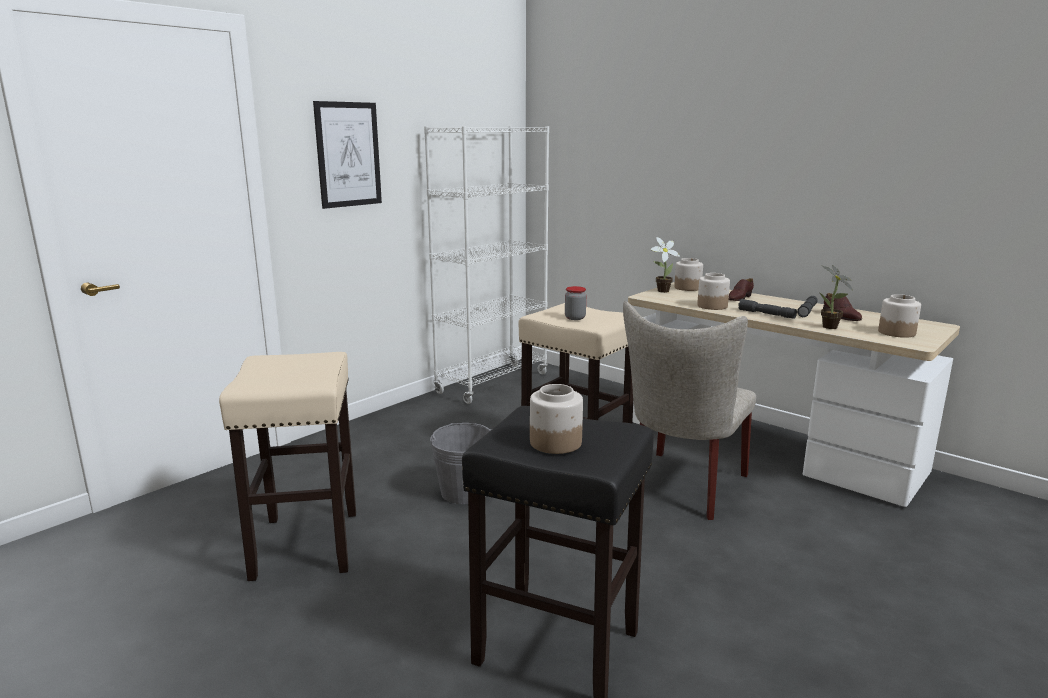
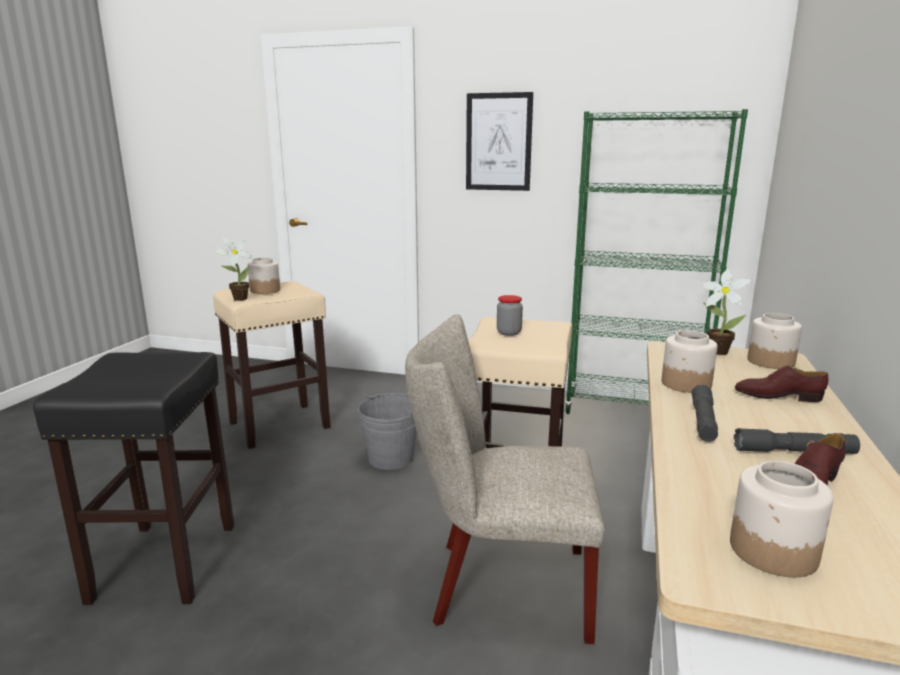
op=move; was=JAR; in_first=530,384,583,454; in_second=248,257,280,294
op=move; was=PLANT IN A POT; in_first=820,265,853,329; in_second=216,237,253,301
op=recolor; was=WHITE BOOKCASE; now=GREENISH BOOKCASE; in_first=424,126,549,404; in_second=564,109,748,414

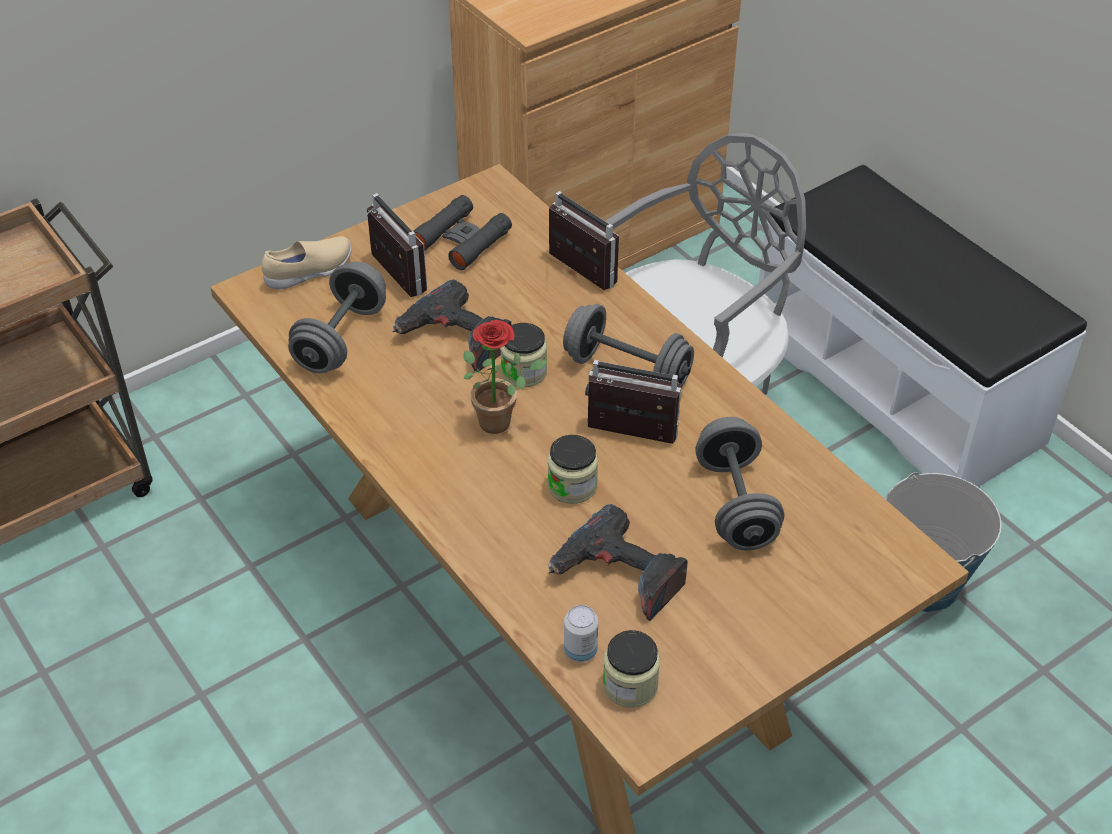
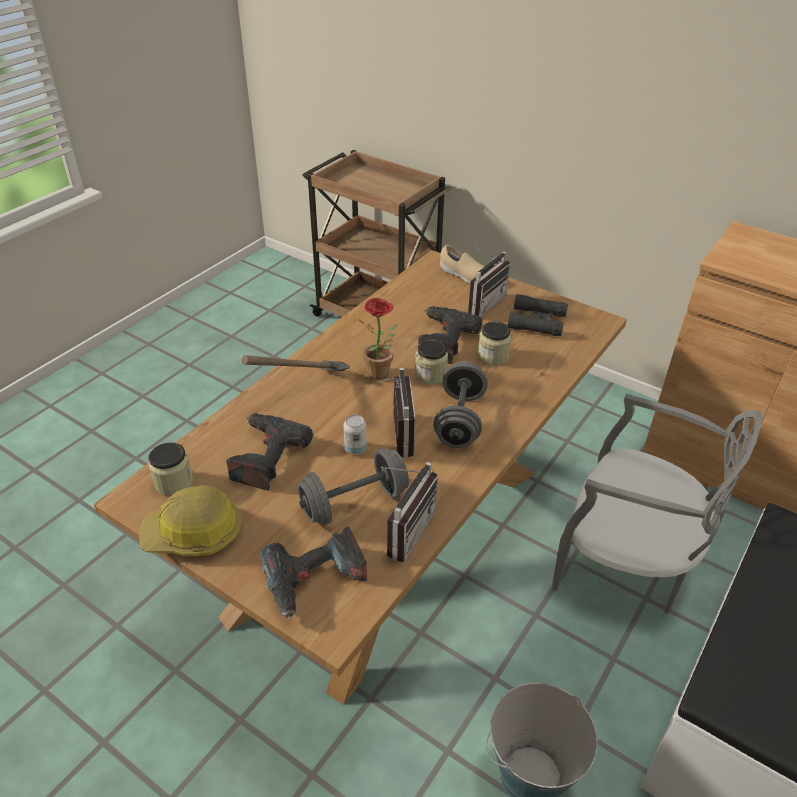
op=delete; was=GREYISH HAND WEIGHT; in_first=288,261,386,373
op=insert; now=WORK HELMET; in_second=139,485,242,556
op=insert; now=TOOL HAMMER; in_second=242,355,350,371
op=insert; now=ELECTRIC DRILL; in_second=260,526,367,619
op=move; was=JAR; in_first=548,435,598,504; in_second=478,321,511,365
op=move; was=RADIO; in_first=549,191,619,290; in_second=381,462,438,562
op=move; was=SEALED CAN; in_first=564,605,598,662; in_second=344,414,367,454

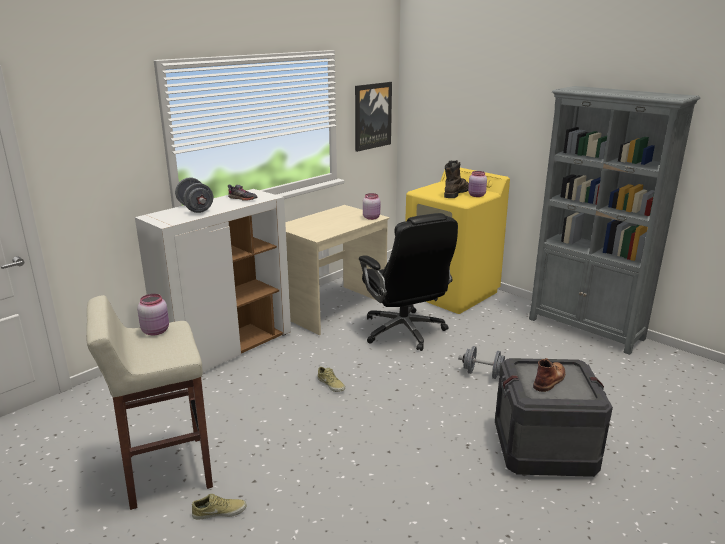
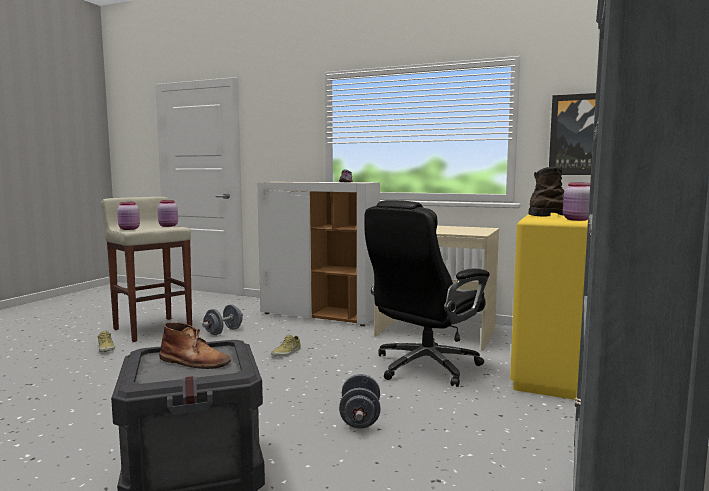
op=move; was=GREYISH HAND WEIGHT; in_first=175,177,213,213; in_second=202,304,243,335
op=move; was=PINKISH JAR; in_first=363,193,380,220; in_second=117,202,140,230

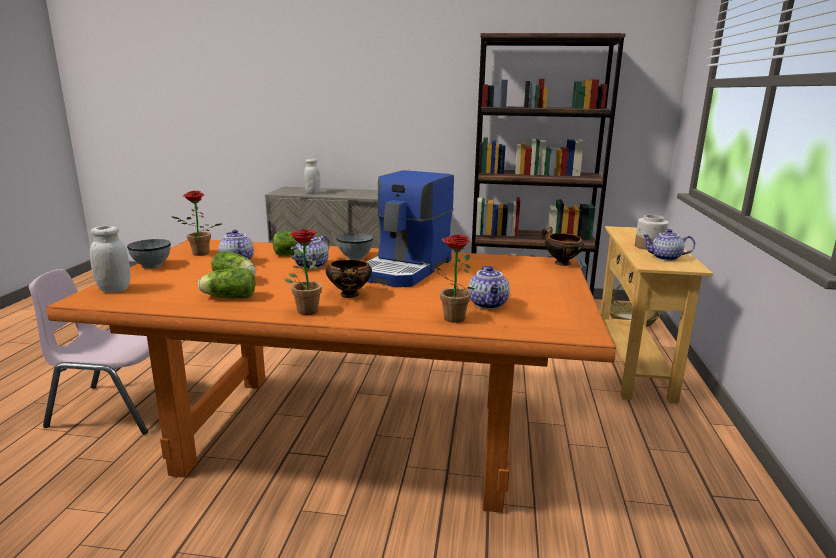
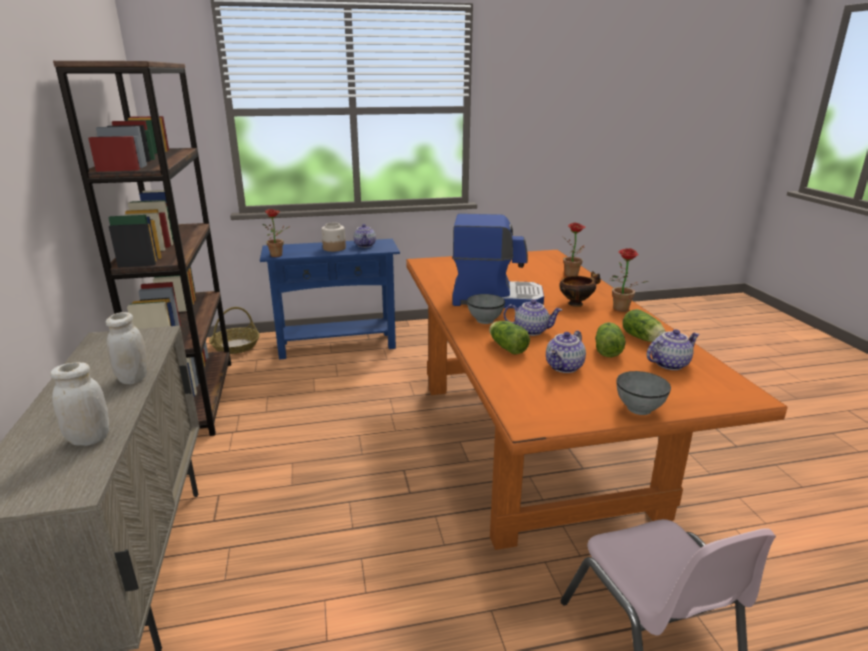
op=delete; was=DEEP DISH; in_first=542,227,584,266
op=move; was=WHITE JAR; in_first=90,226,130,293; in_second=106,312,148,384
op=move; was=PLANT IN A POT; in_first=171,190,221,256; in_second=262,209,290,257
op=move; was=TEA POT; in_first=468,266,510,309; in_second=647,329,700,370
op=recolor; was=BEIGE NARROW TABLE; now=BLUISH NARROW TABLE; in_first=600,226,713,404; in_second=260,239,400,360

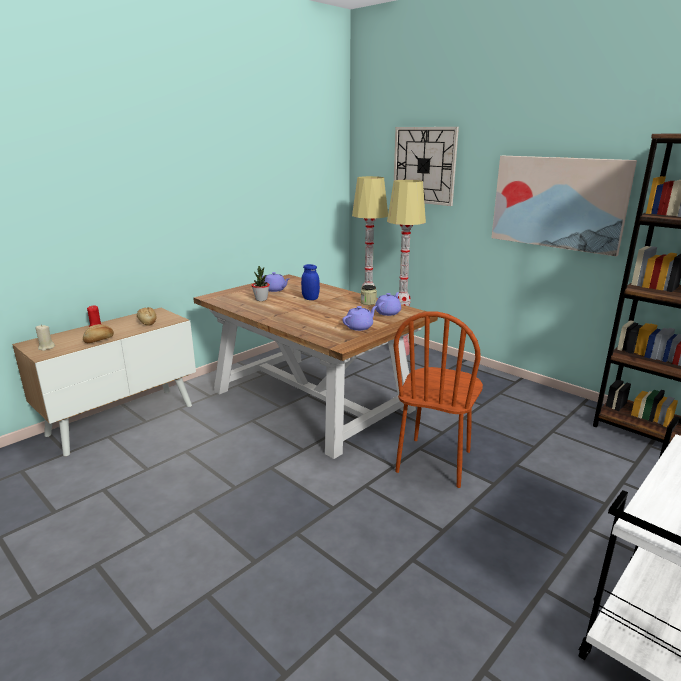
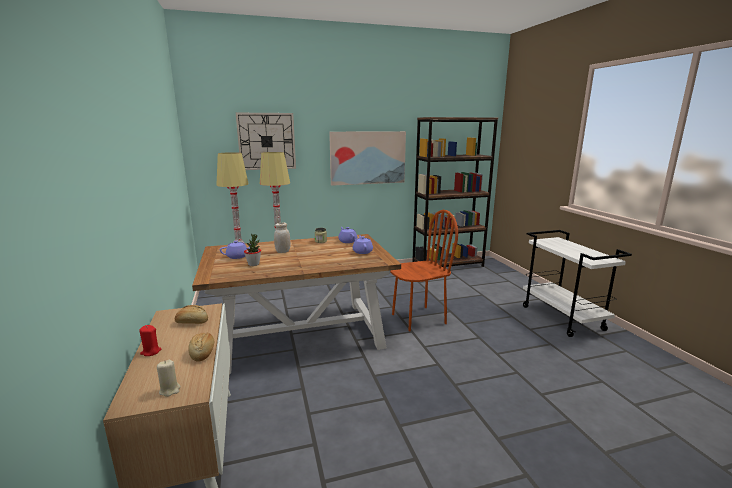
op=recolor; was=BLUISH JAR; now=WHITE JAR; in_first=301,264,320,300; in_second=274,223,290,253
op=rotate; was=BROWN-COLOURED PLAIN CHAIR; in_first=393,311,483,488; in_second=390,210,458,331; clockwise=-75

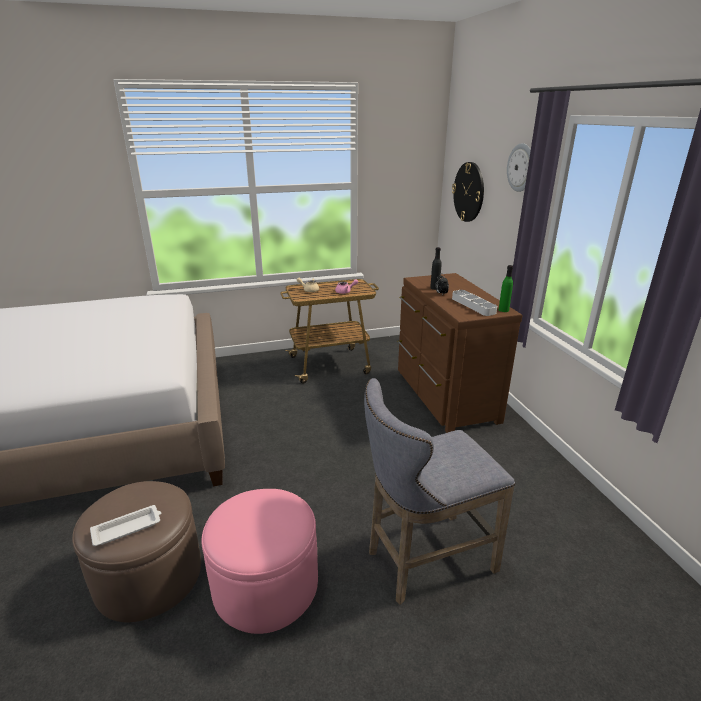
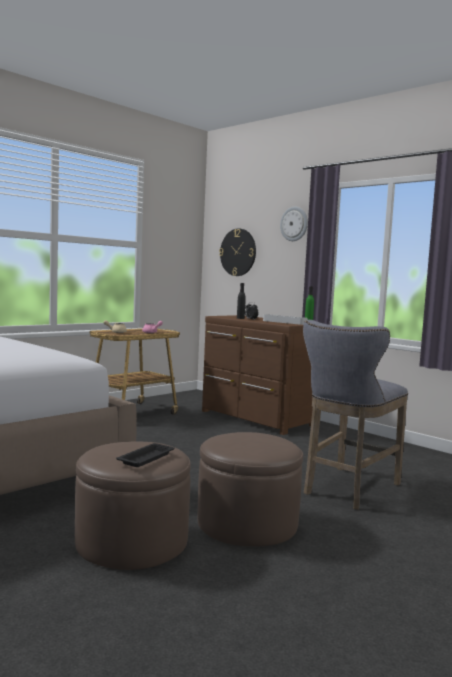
op=recolor; was=WHITE SERVING TRAY; now=BLACKISH SERVING TRAY; in_first=90,505,161,546; in_second=116,443,174,467
op=recolor; was=PINKISH FOOTREST; now=BROWN-COLOURED FOOTREST; in_first=201,489,318,634; in_second=197,432,303,546

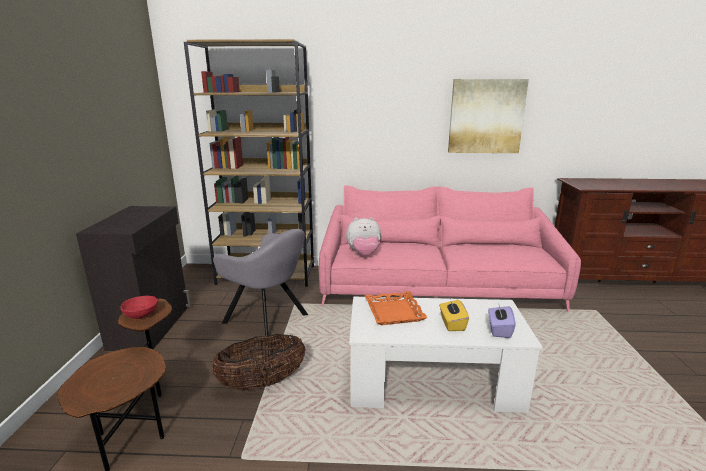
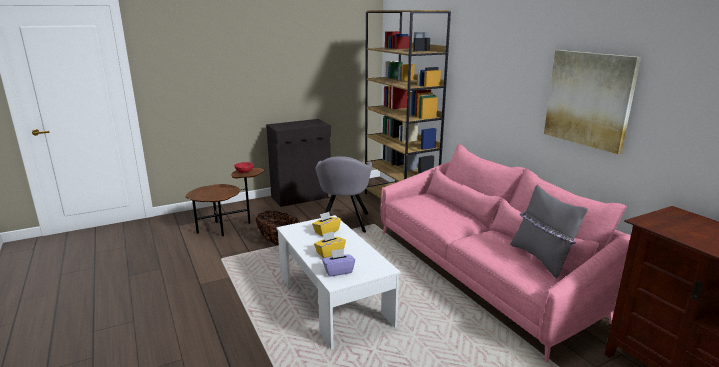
op=delete; was=CUDDLY TOY; in_first=346,217,381,256
op=insert; now=GREYISH PILLOW; in_second=510,184,588,278
op=replace; was=ORANGE SERVING TRAY; now=YELLOW BOX OF TISSUES; in_first=365,291,428,325; in_second=312,212,341,236

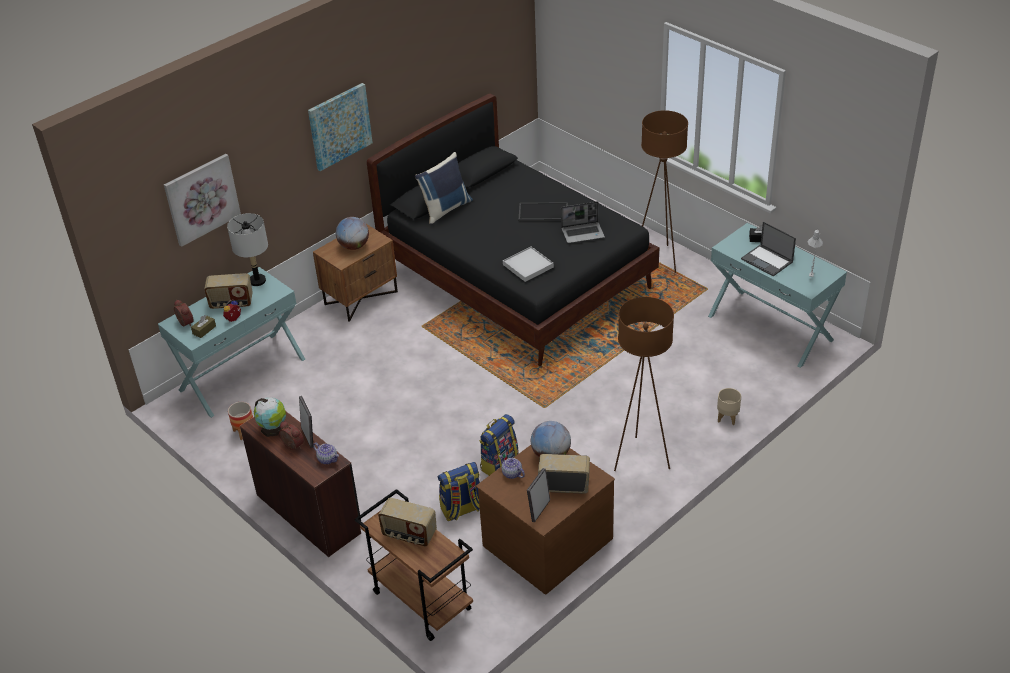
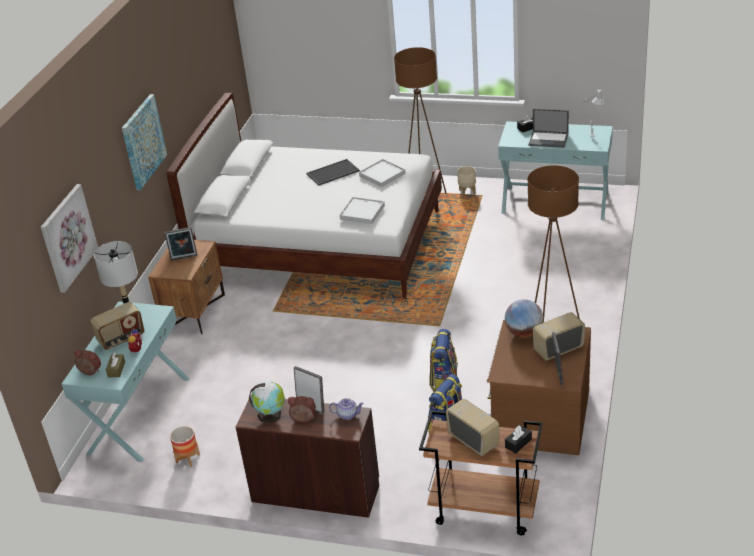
op=delete; was=BLUISH PILLOW; in_first=415,152,473,225
op=delete; was=TEA POT; in_first=499,455,525,479
op=insert; now=BLACKISH BOX OF TISSUES; in_second=505,425,532,453
op=move; was=BEIGE PLANTER; in_first=717,388,741,425; in_second=457,166,476,196
op=replace; was=WORLD GLOBE; now=PHOTO FRAME; in_first=336,217,369,250; in_second=165,227,197,261
op=replace; was=NOTEBOOK COMPUTER; now=WHITE SERVING TRAY; in_first=561,201,605,243; in_second=359,159,406,187
op=recolor; was=BLACKISH BEDROOM BED; now=WHITE BEDROOM BED; in_first=367,94,660,366; in_second=166,93,442,299
op=rotate; was=RADIO; in_first=378,498,437,546; in_second=446,399,499,456; clockwise=-120

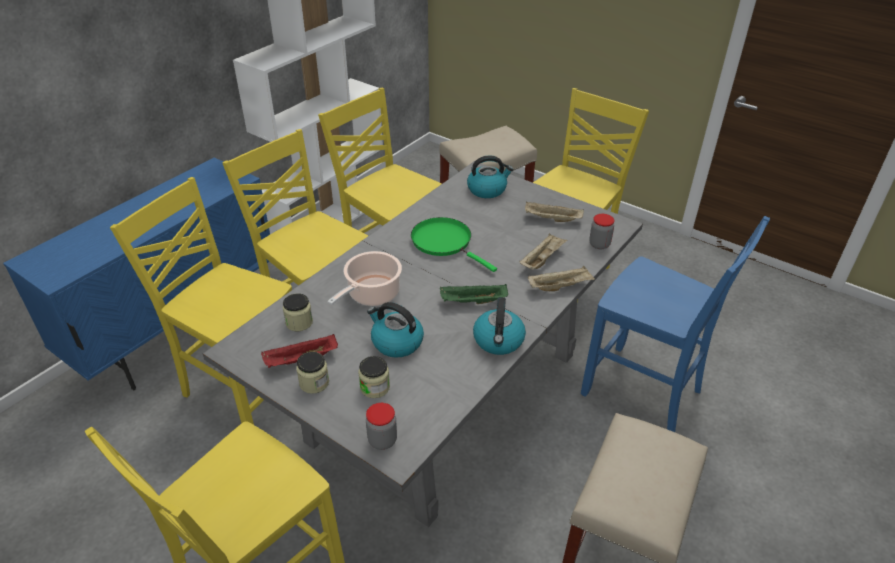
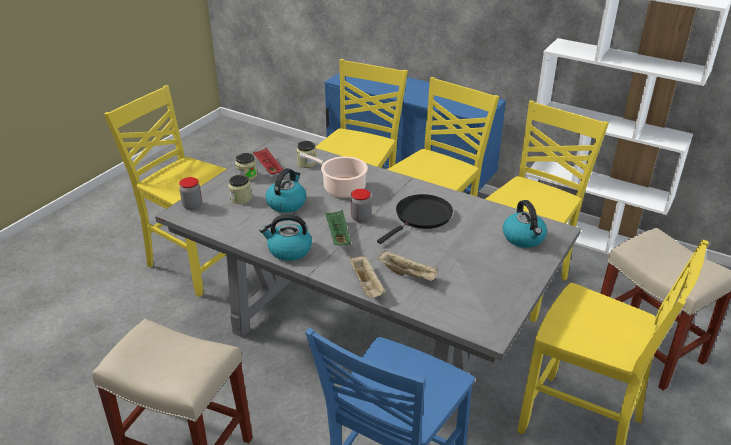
op=delete; was=BEIGE SERVING TRAY; in_first=525,202,584,222
op=move; was=JAR; in_first=589,214,615,249; in_second=351,189,371,222
op=recolor; was=GREENISH PAN; now=BLACKISH PAN; in_first=411,217,497,272; in_second=377,194,453,244

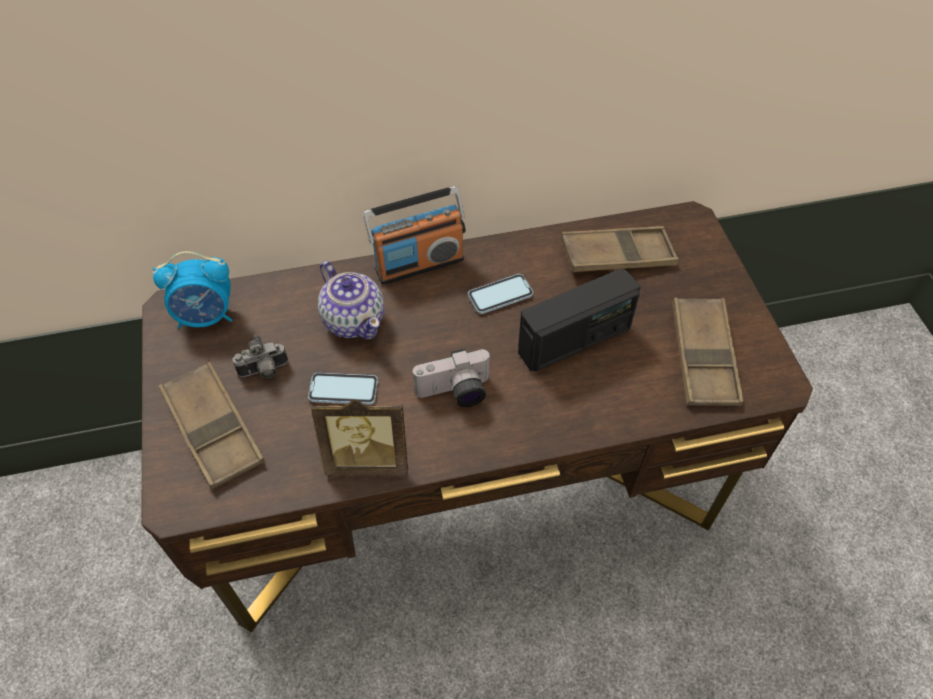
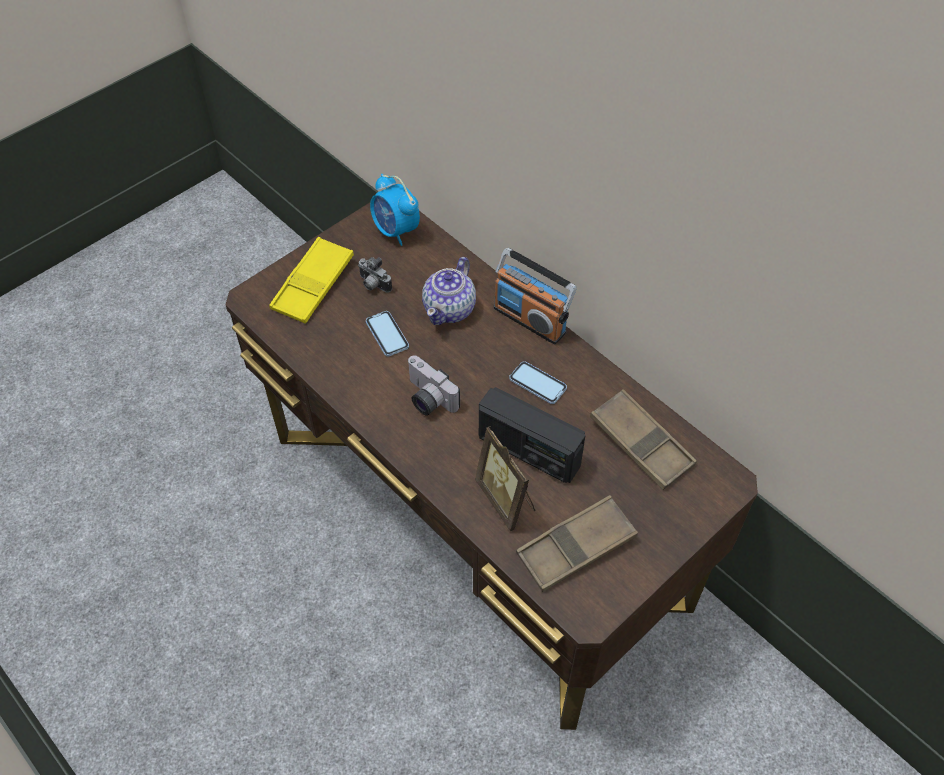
op=move; was=PHOTO FRAME; in_first=311,399,408,475; in_second=475,426,536,531
op=recolor; was=BROWN-COLOURED SERVING TRAY; now=YELLOW SERVING TRAY; in_first=159,362,265,490; in_second=269,237,354,324

